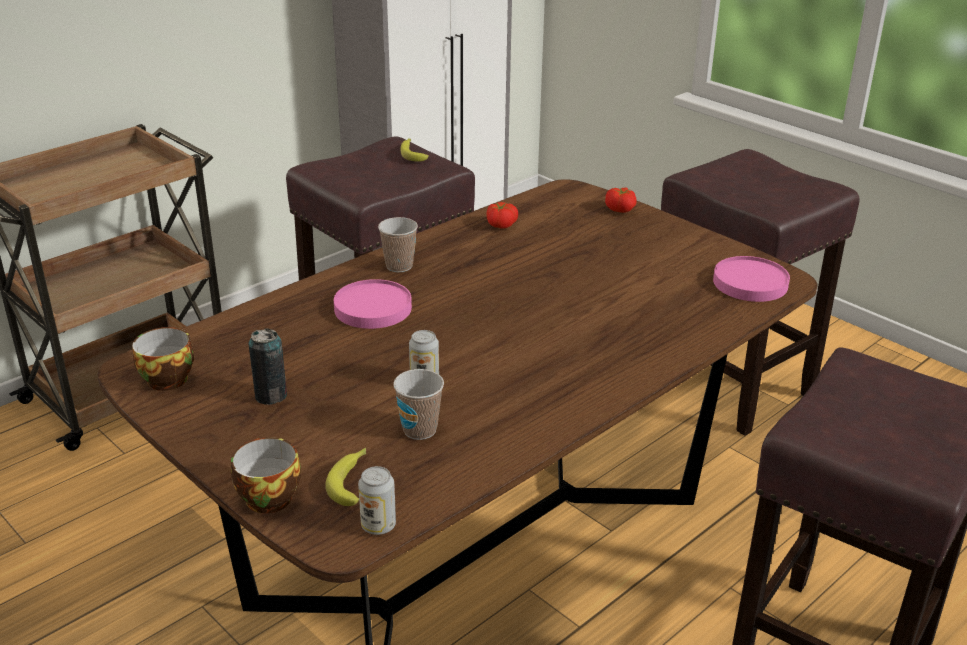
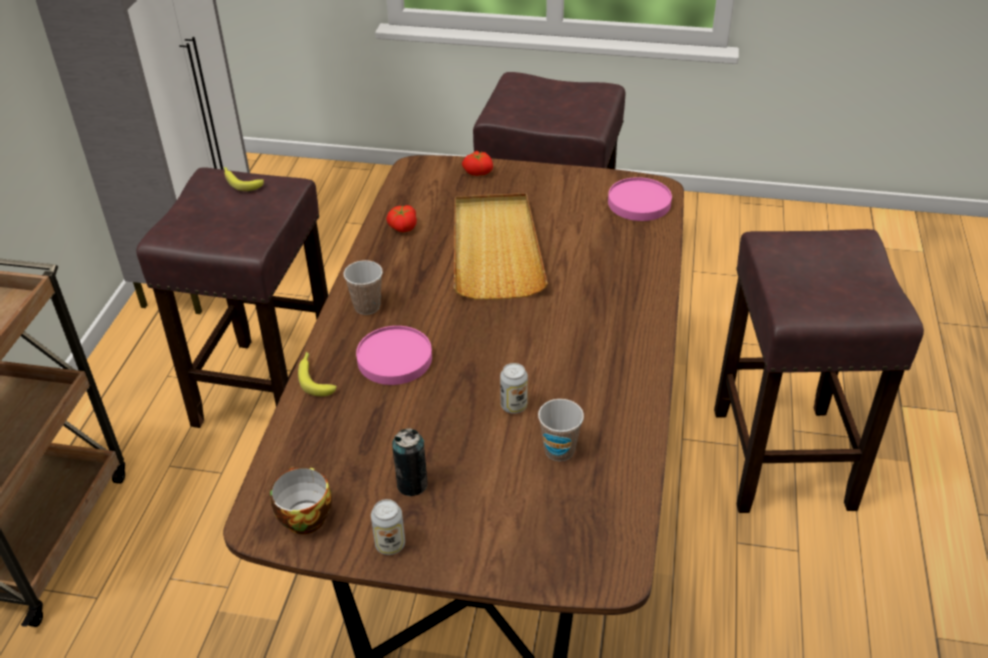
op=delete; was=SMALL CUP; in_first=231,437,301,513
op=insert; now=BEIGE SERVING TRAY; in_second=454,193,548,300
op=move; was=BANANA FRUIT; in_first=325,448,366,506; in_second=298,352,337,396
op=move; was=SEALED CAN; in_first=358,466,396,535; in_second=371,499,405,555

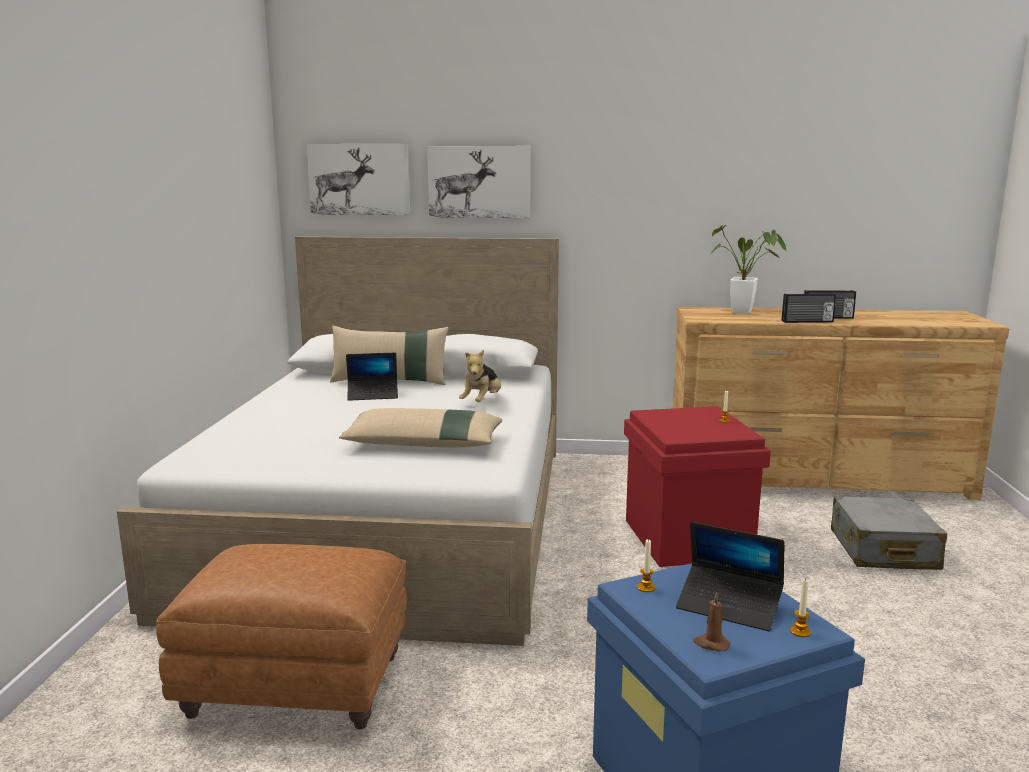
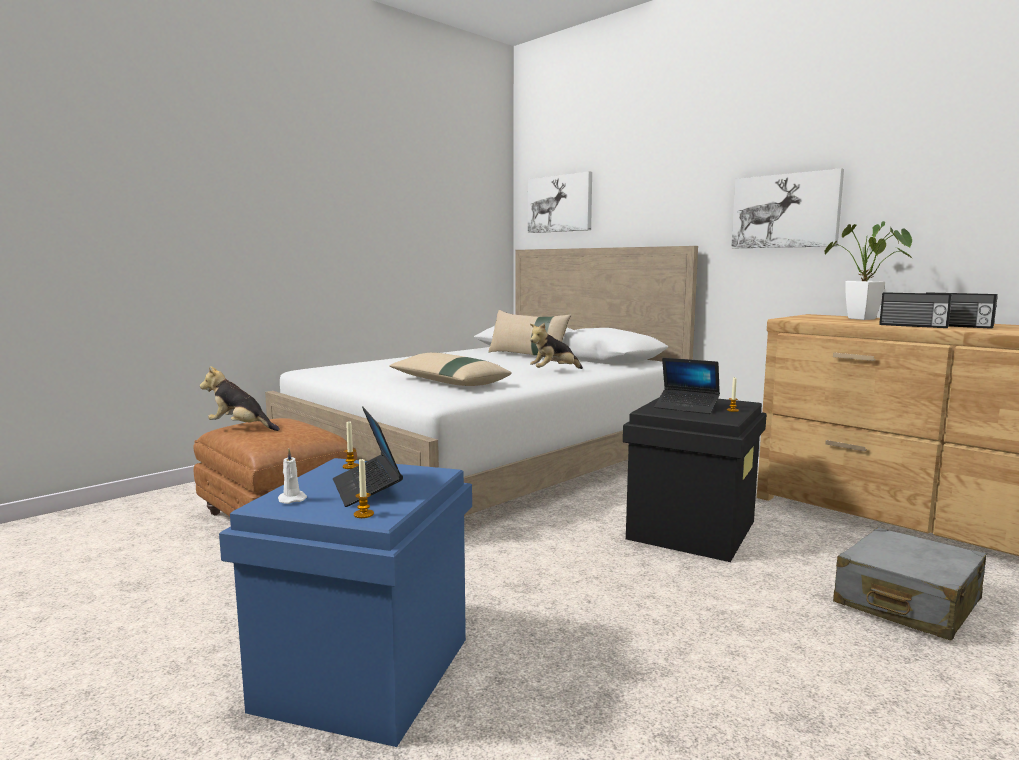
op=insert; now=CUDDLY TOY; in_second=200,366,280,431
op=move; was=NOTEBOOK COMPUTER; in_first=346,353,398,401; in_second=654,358,720,414
op=move; was=PICTURE; in_first=427,146,531,218; in_second=731,168,844,248
op=recolor; was=REDDISH STORAGE CONTAINER; now=BLACKISH STORAGE CONTAINER; in_first=624,406,771,567; in_second=623,398,767,562
op=recolor; was=BROWN-COLOURED WAX LIGHT; now=WHITE WAX LIGHT; in_first=693,592,730,652; in_second=278,449,307,504

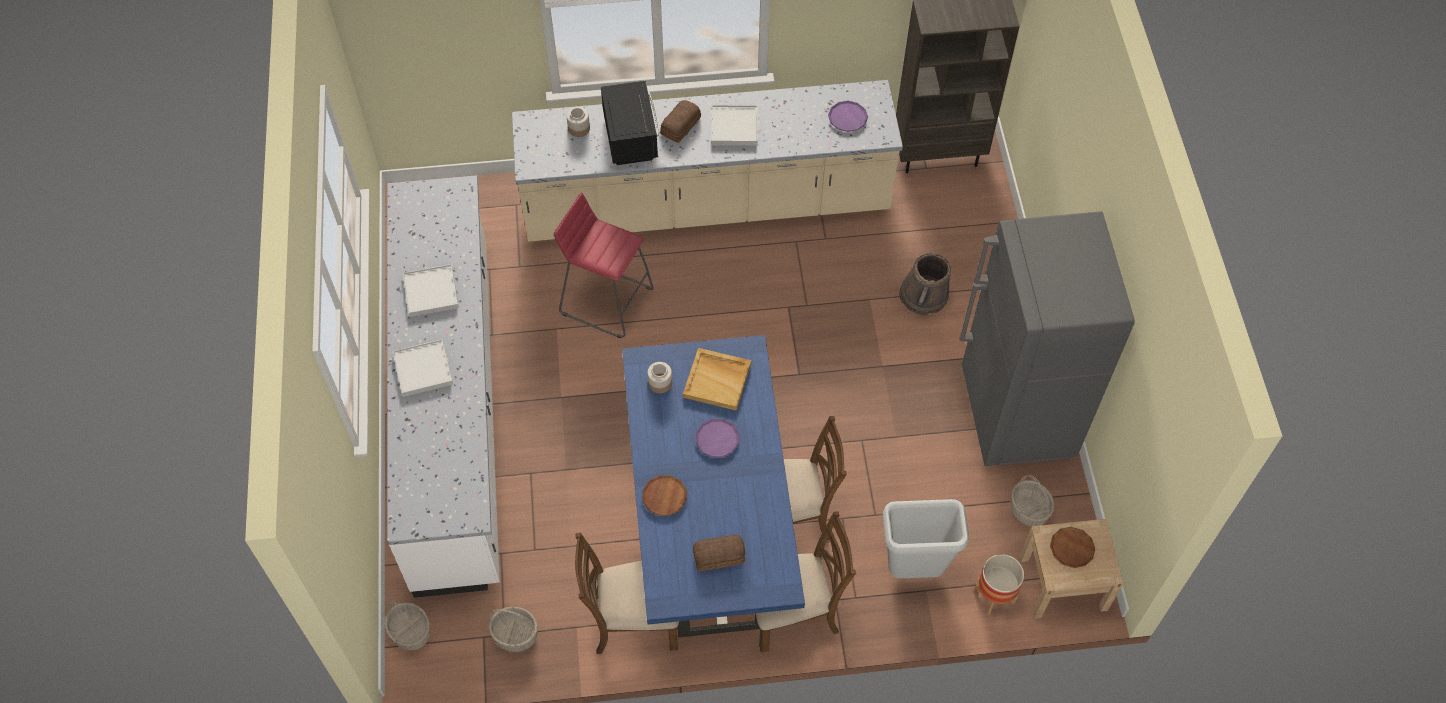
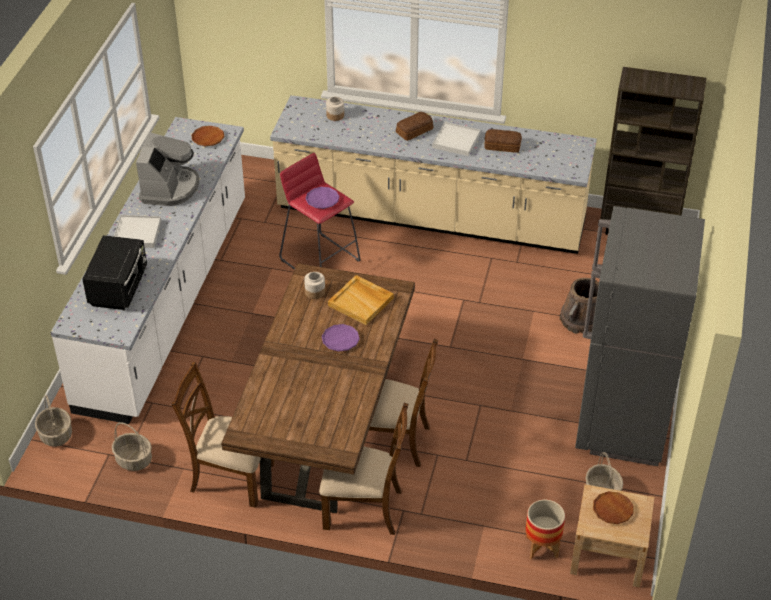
op=delete; was=GREYISH WASTE BIN; in_first=883,499,969,578
op=move; was=BLACKISH MICROWAVE OVEN; in_first=601,81,658,165; in_second=82,235,147,310
op=move; was=BROWN-COLOURED FLAT DISH; in_first=642,476,687,516; in_second=191,126,224,146
op=move; was=BAKERY BREAD; in_first=693,535,745,571; in_second=484,129,522,153
op=move; was=PURPLE-COLOURED FLAT DISH; in_first=828,101,868,132; in_second=306,187,340,209
op=replace; was=WHITE SERVING TRAY; now=COFFEE MACHINE; in_first=403,264,459,317; in_second=136,132,199,206
op=recolor; was=BLUISH DINNER TABLE; now=BROWN-COLOURED DINNER TABLE; in_first=622,335,805,637; in_second=221,263,415,513

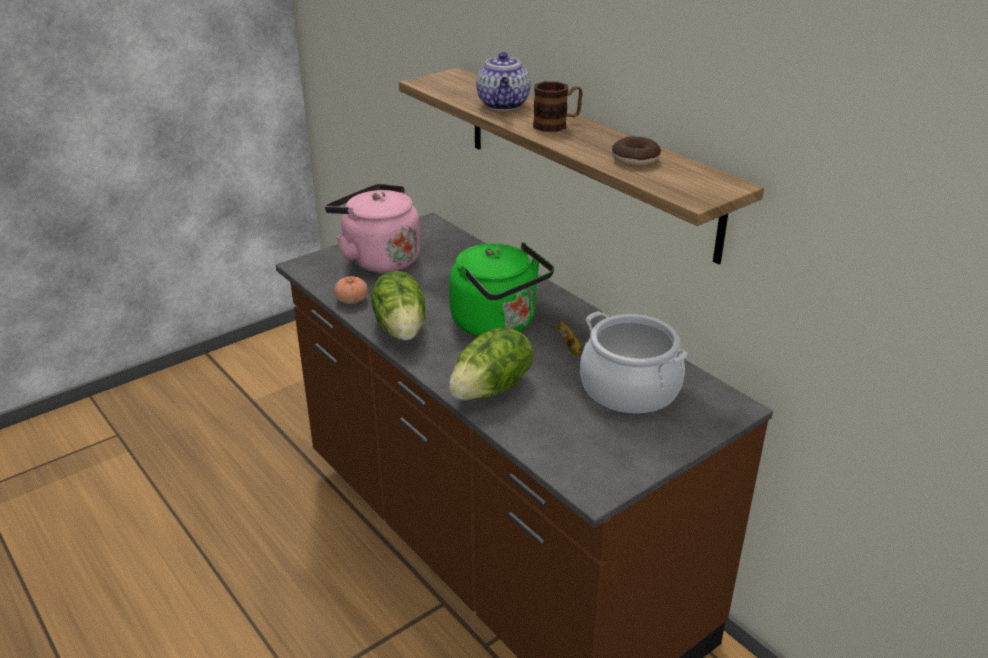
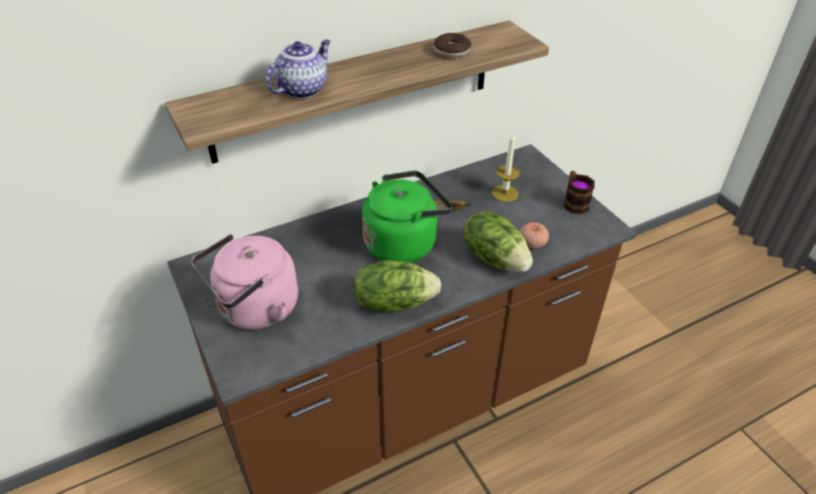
op=move; was=WHOLE TOMATO; in_first=334,276,368,304; in_second=520,222,549,248
op=move; was=TEA MUG; in_first=533,81,583,132; in_second=564,171,595,214
op=replace; was=SAUCEPOT; now=WAX LIGHT; in_first=580,311,688,415; in_second=492,133,520,202
op=rotate; was=TEA POT; in_first=476,52,531,111; in_second=266,40,331,99; clockwise=-60

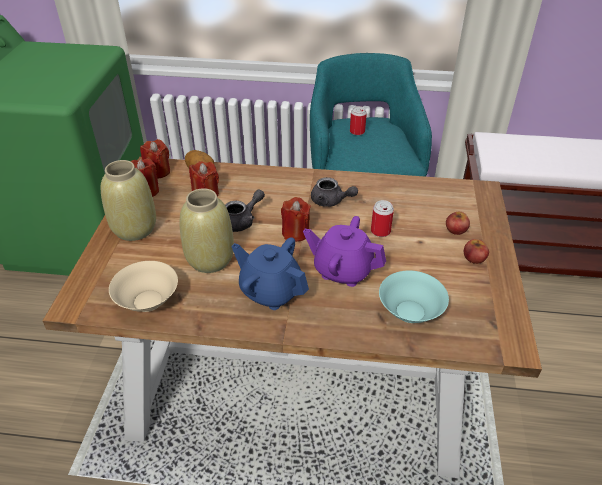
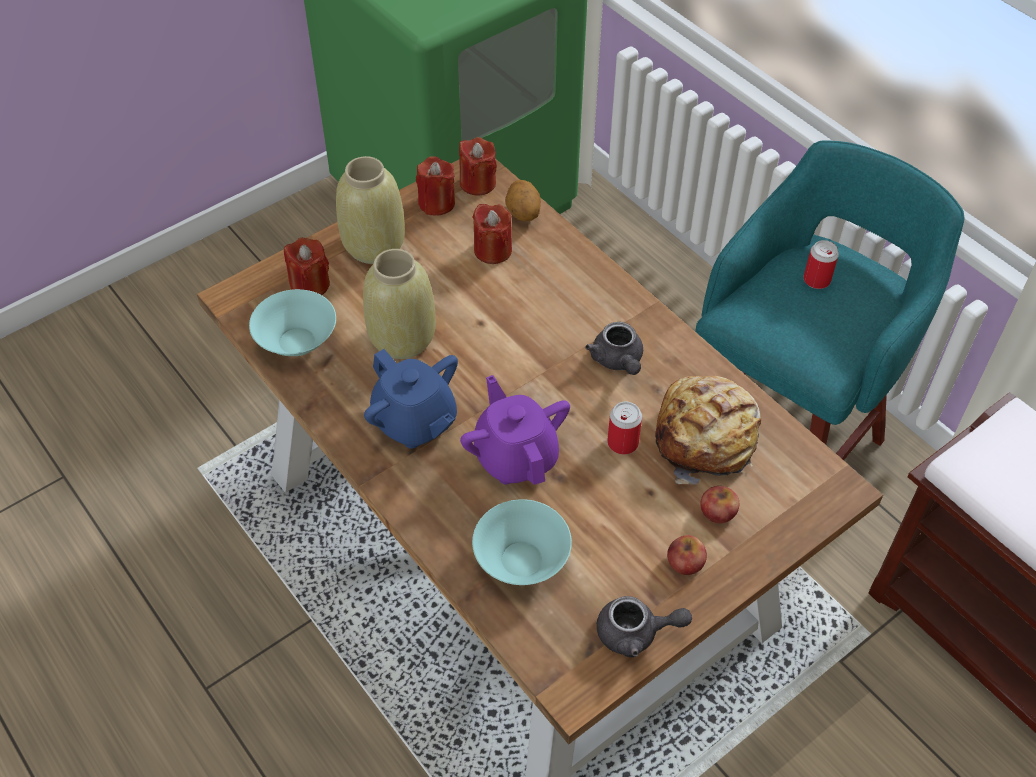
op=insert; now=BAKERY BREAD; in_second=655,376,761,485
op=move; was=GREYISH TEA POT; in_first=225,189,265,232; in_second=597,596,692,657
op=move; was=REDDISH WAX LIGHT; in_first=281,197,311,242; in_second=284,238,330,295
op=recolor; was=BEIGE DEEP DISH; now=TURQUOISE DEEP DISH; in_first=109,261,178,312; in_second=249,289,336,356
op=rotate; was=BLUISH TEA POT; in_first=231,237,309,310; in_second=364,349,458,449; clockwise=150

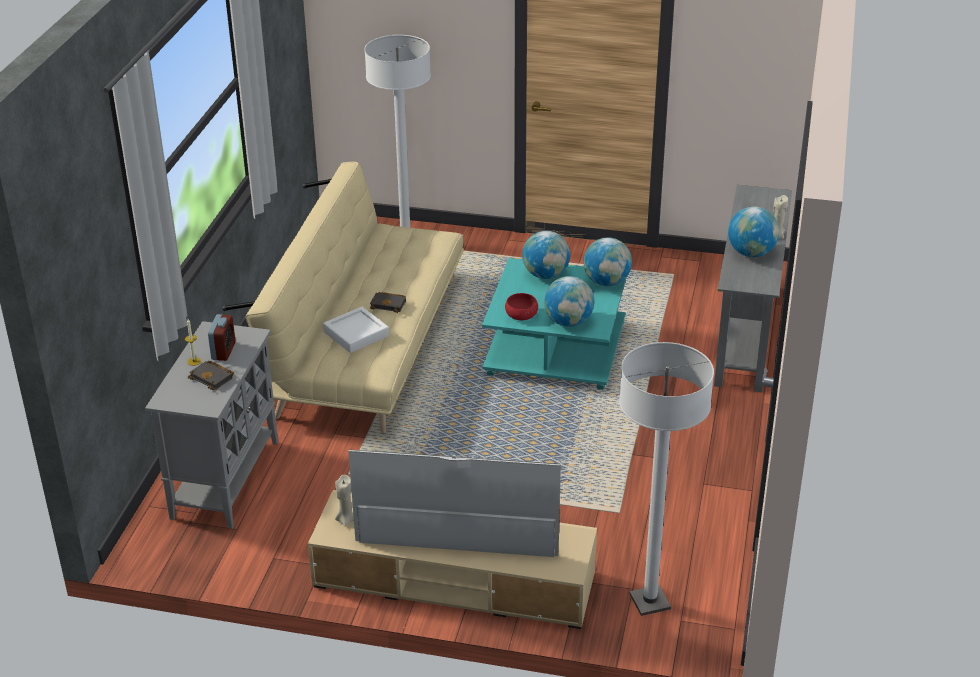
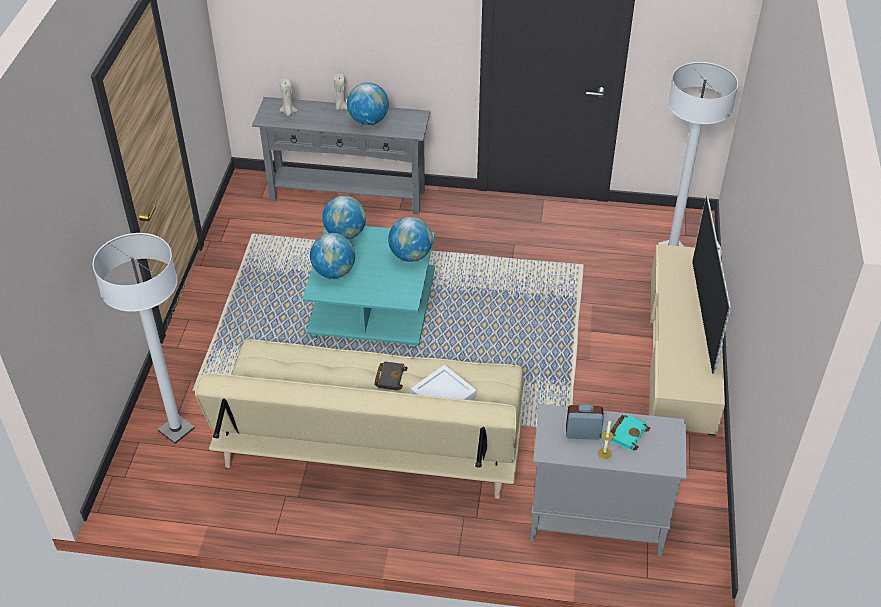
op=delete; was=REDDISH DEEP DISH; in_first=505,293,538,320
op=move; was=BEIGE WAX LIGHT; in_first=335,475,354,527; in_second=279,79,298,116
op=recolor; was=BLACKISH BOUND BOOK; now=TURQUOISE BOUND BOOK; in_first=188,361,234,390; in_second=610,414,650,451

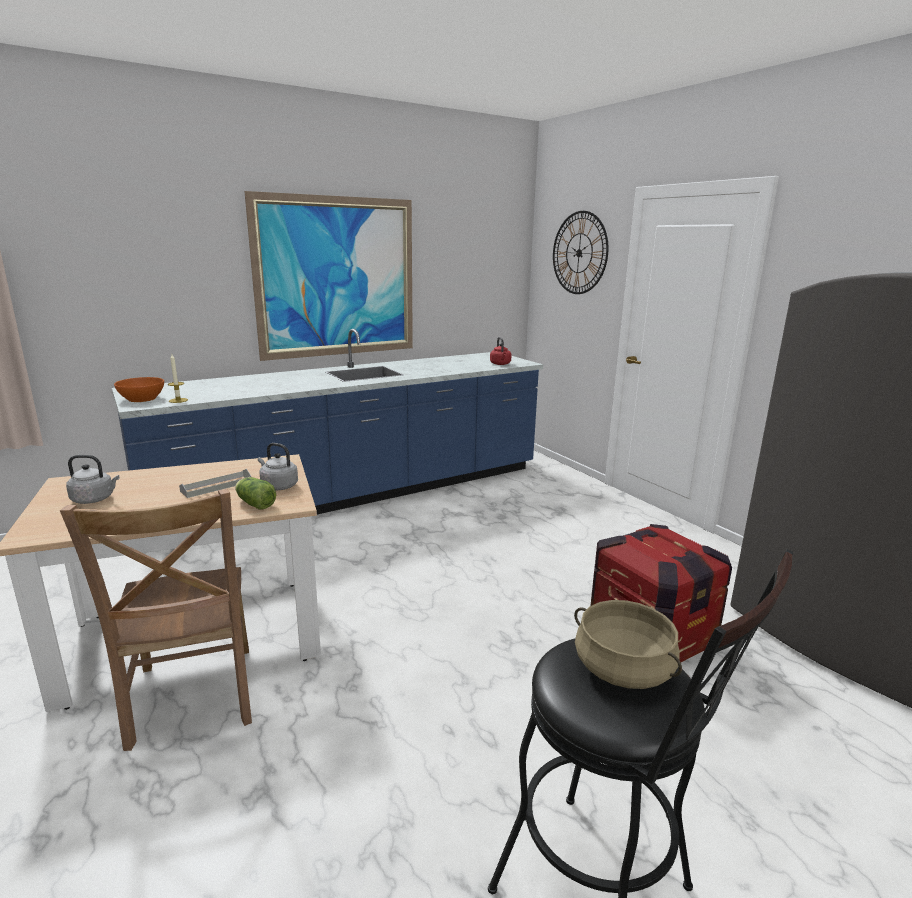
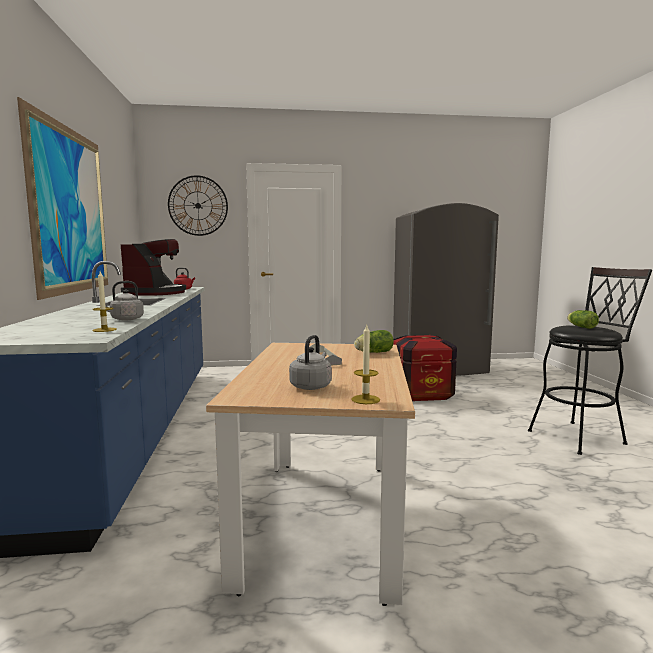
op=delete; was=BROWN-COLOURED PLAIN CHAIR; in_first=60,489,252,751
op=delete; was=ORANGE DEEP DISH; in_first=114,377,164,402
op=insert; now=COFFEE MACHINE; in_second=121,239,186,296
op=insert; now=WAX LIGHT; in_second=351,325,380,404
op=move; was=GREYISH KETTLE; in_first=258,443,298,490; in_second=99,281,144,320
op=replace; was=BEIGE SAUCEPOT; now=LETTUCE; in_first=574,600,682,689; in_second=567,310,599,329

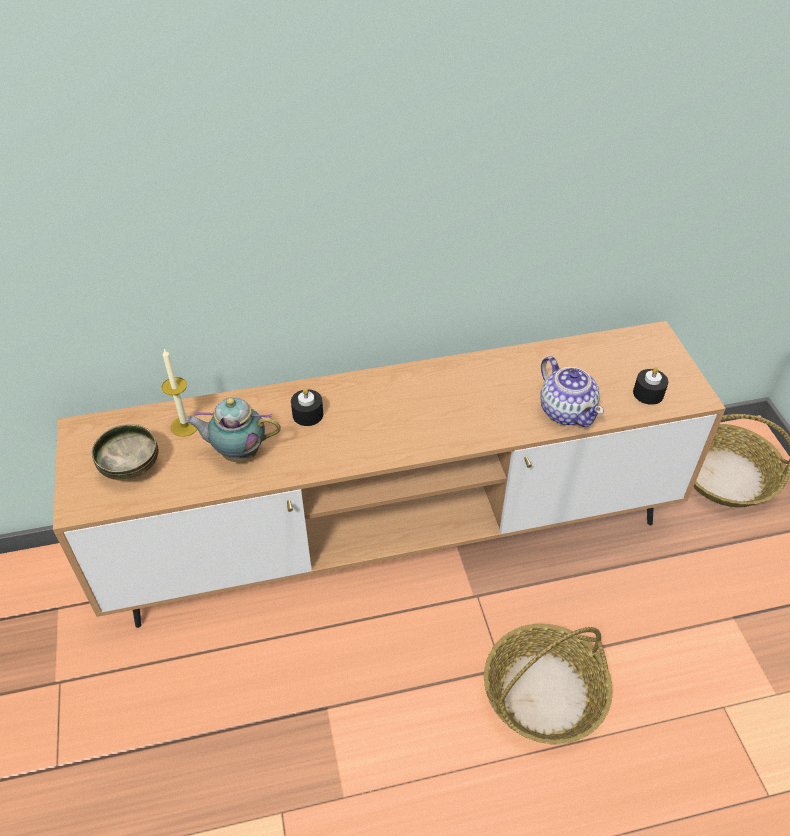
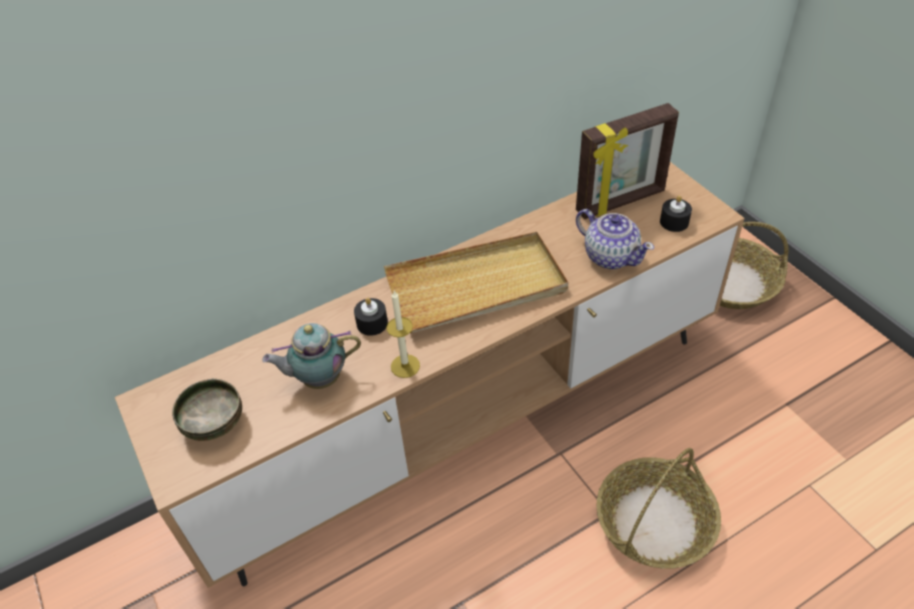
op=insert; now=BEIGE SERVING TRAY; in_second=384,232,568,333
op=insert; now=PHOTO FRAME; in_second=576,103,679,219
op=move; was=WAX LIGHT; in_first=162,348,198,437; in_second=386,291,420,378

